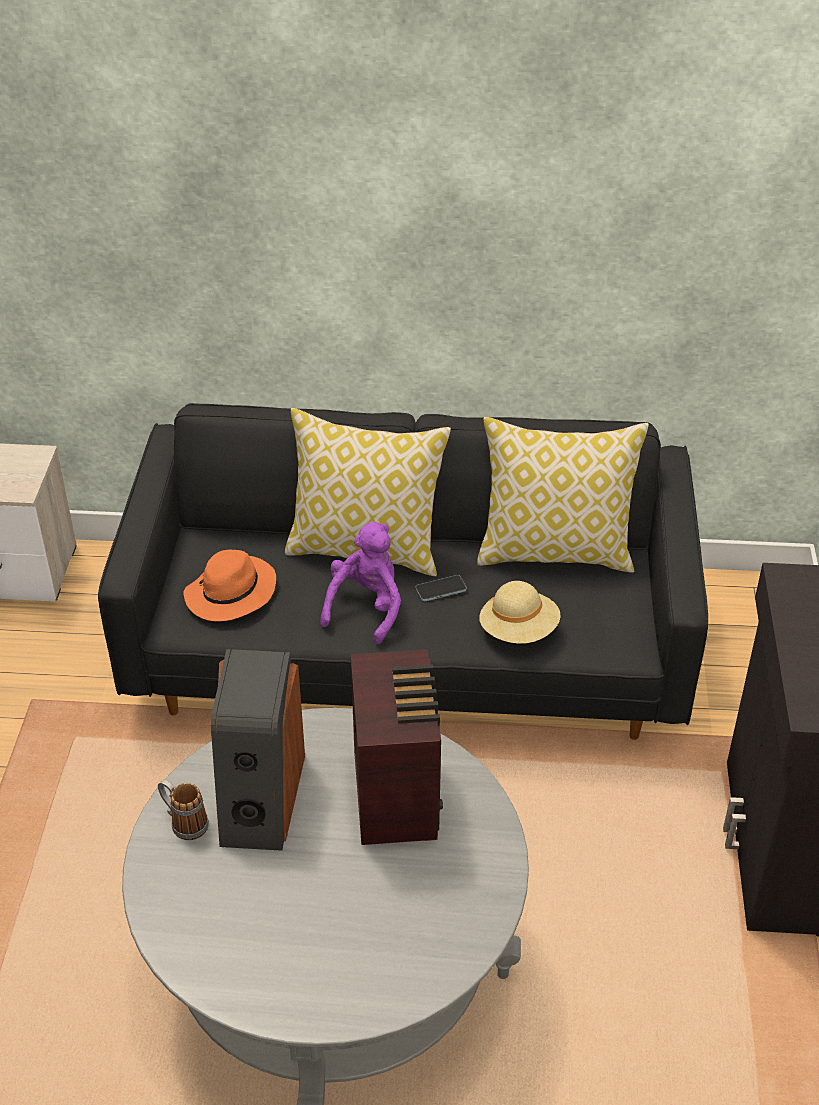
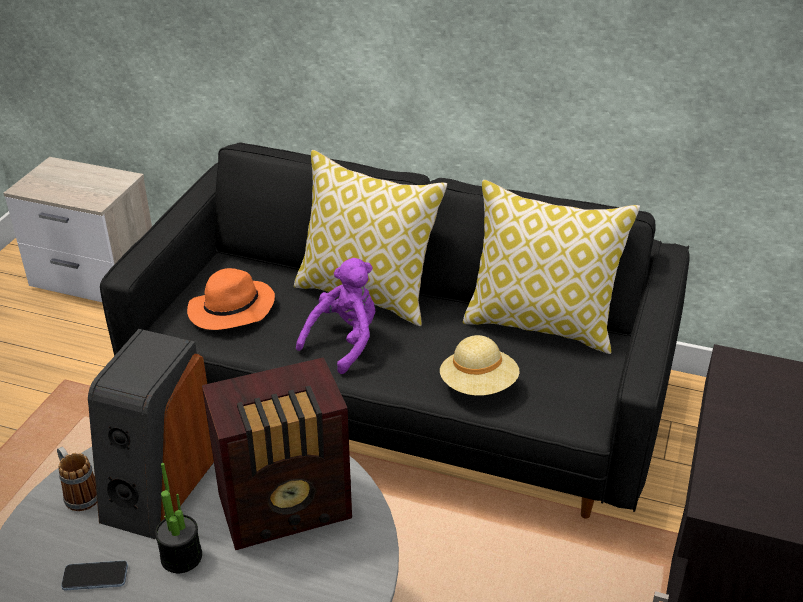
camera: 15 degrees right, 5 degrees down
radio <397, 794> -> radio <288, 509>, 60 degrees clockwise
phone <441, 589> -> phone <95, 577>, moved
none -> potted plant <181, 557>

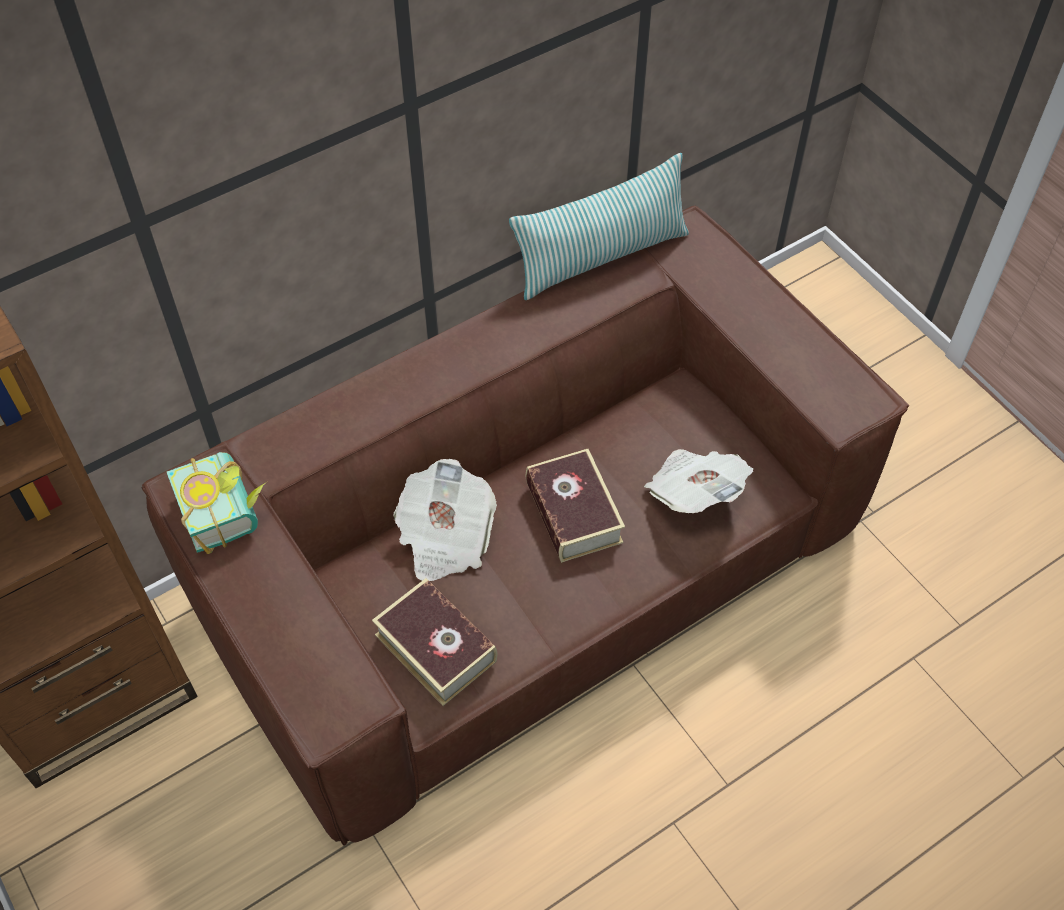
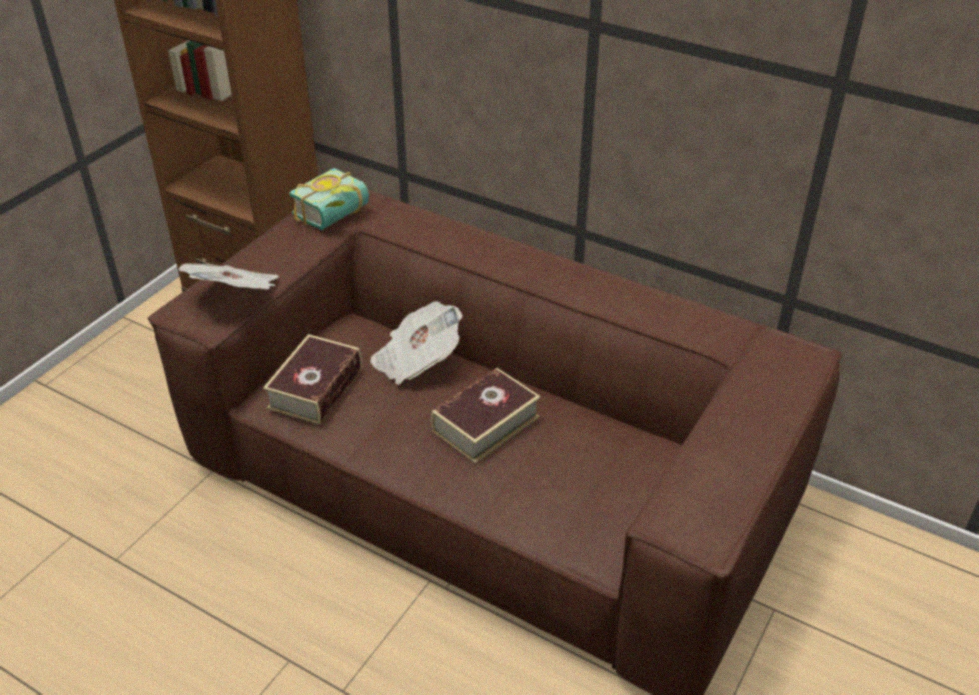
camera: 65 degrees right, 15 degrees down
pillow <601, 257> -> none
newspaper <694, 492> -> newspaper <237, 295>, moved

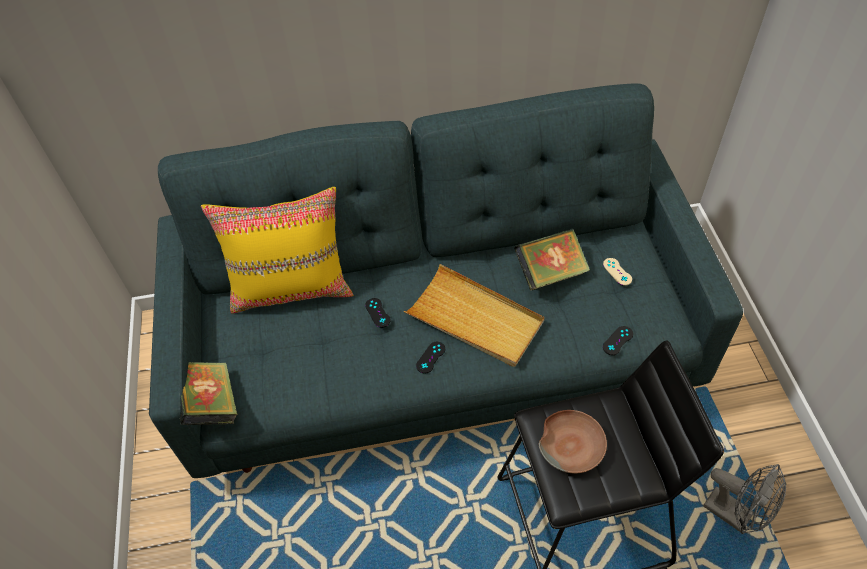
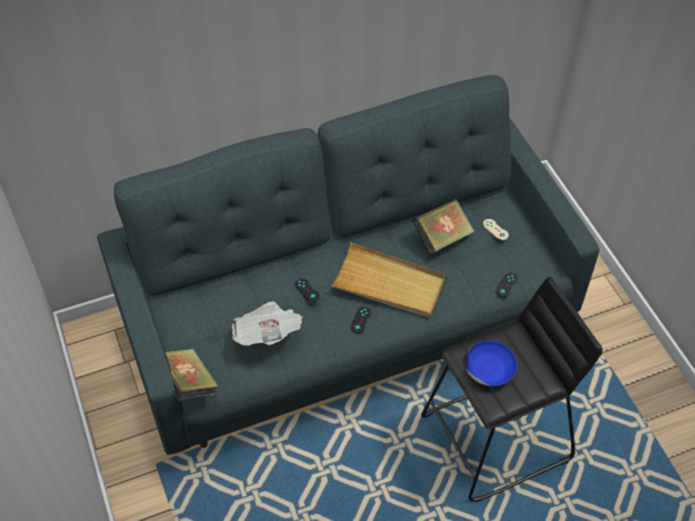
camera: 15 degrees left, 0 degrees up
yellow pillow <292, 288> -> none
brown bowl <571, 446> -> blue bowl <489, 368>
grey fan <735, 514> -> none
none -> newspaper <267, 334>

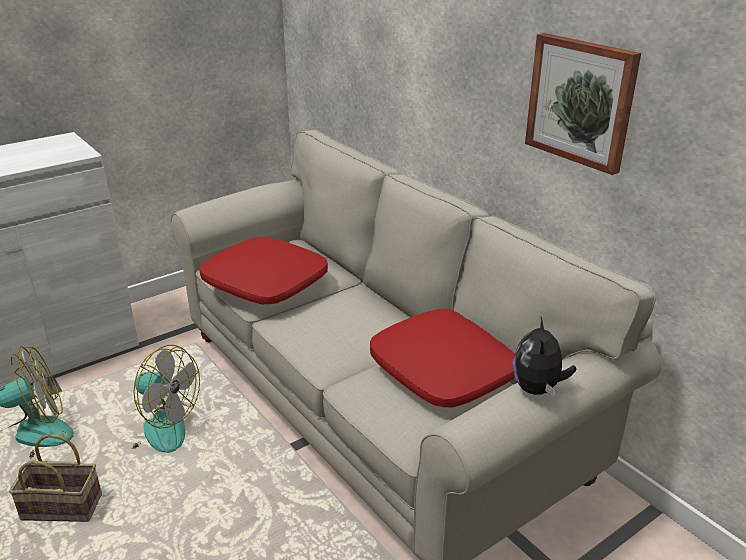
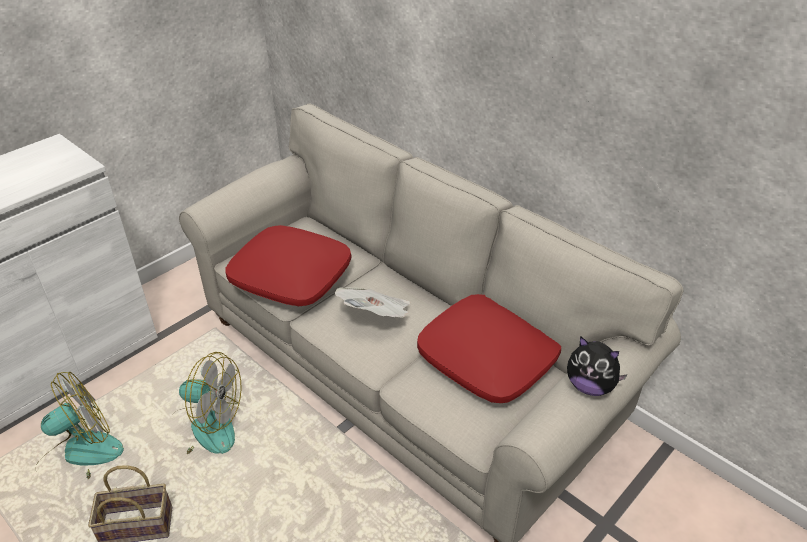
camera: 10 degrees left, 10 degrees up
plush toy <538, 389> -> plush toy <590, 386>, 60 degrees counterclockwise
picture <581, 101> -> none
none -> newspaper <376, 316>

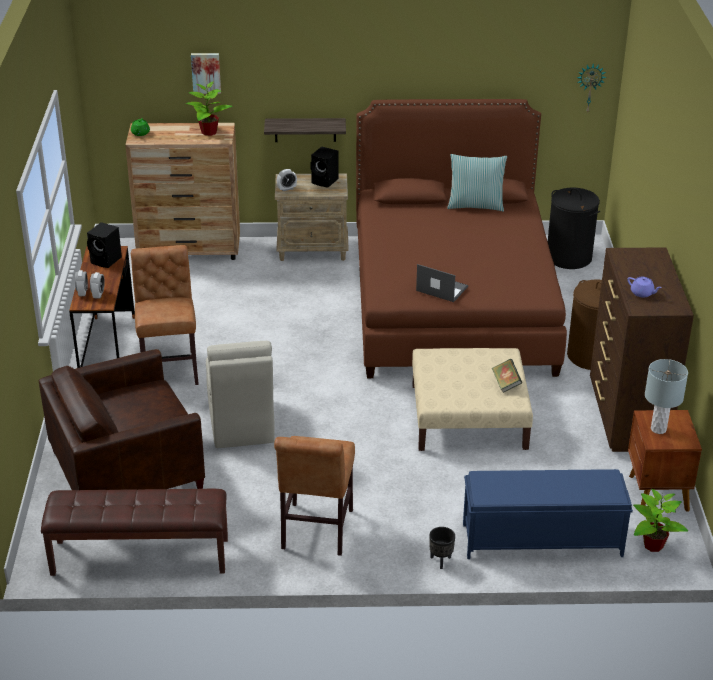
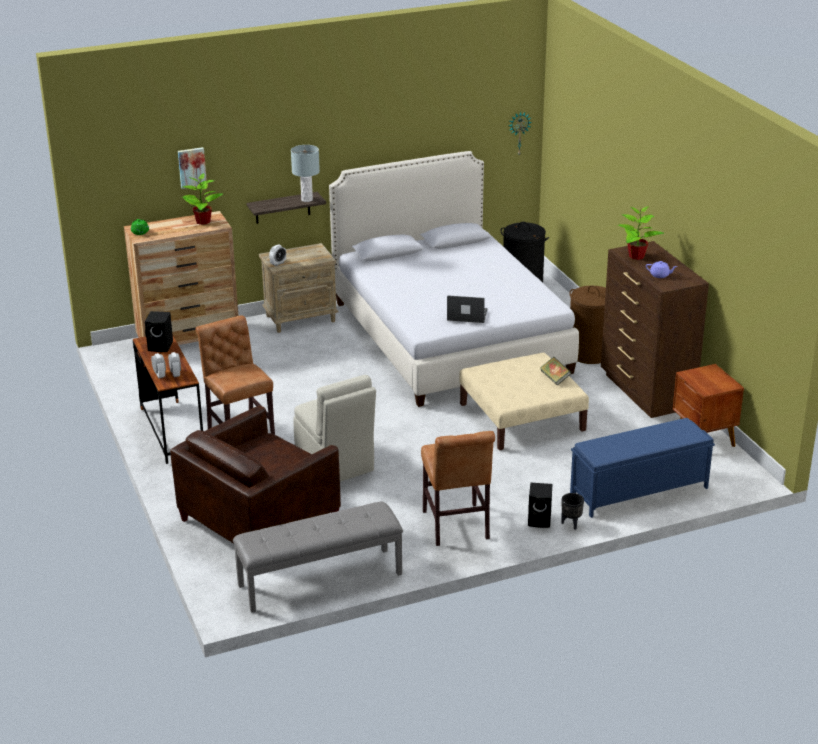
camera: 20 degrees left, 5 degrees down
brown bench <139, 557> -> grey bench <320, 580>
black speaker <325, 181> -> black speaker <540, 520>, moved
brown bed <451, 302> -> white bed <449, 336>
pillow <475, 205> -> none
potted plant <652, 545> -> potted plant <636, 256>, moved
grey table lamp <658, 429> -> grey table lamp <307, 199>, moved

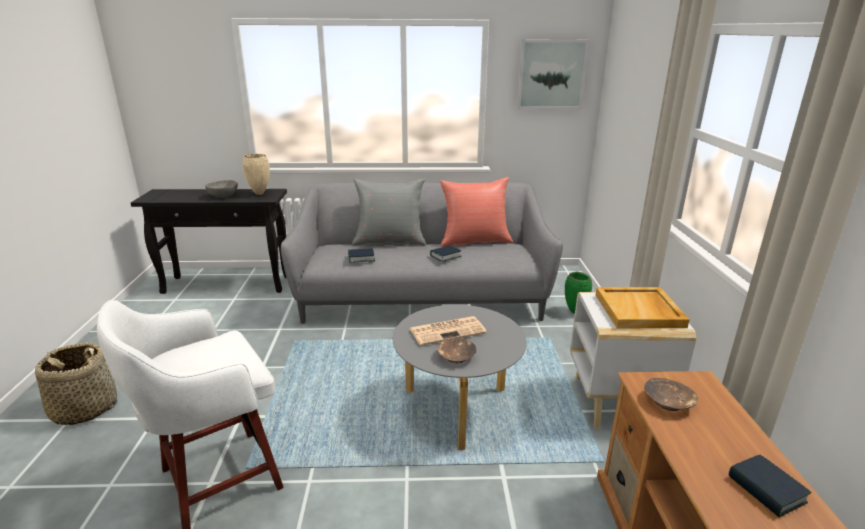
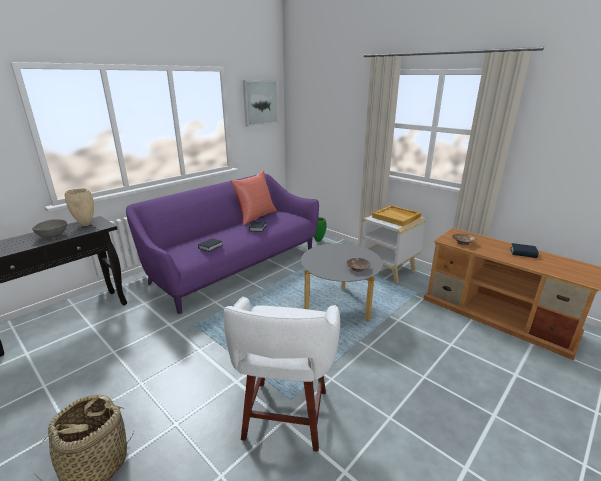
camera: 45 degrees left, 0 degrees up
grey sofa <422, 298> -> purple sofa <234, 265>
grey pillow <389, 241> -> none
newspaper <448, 330> -> none

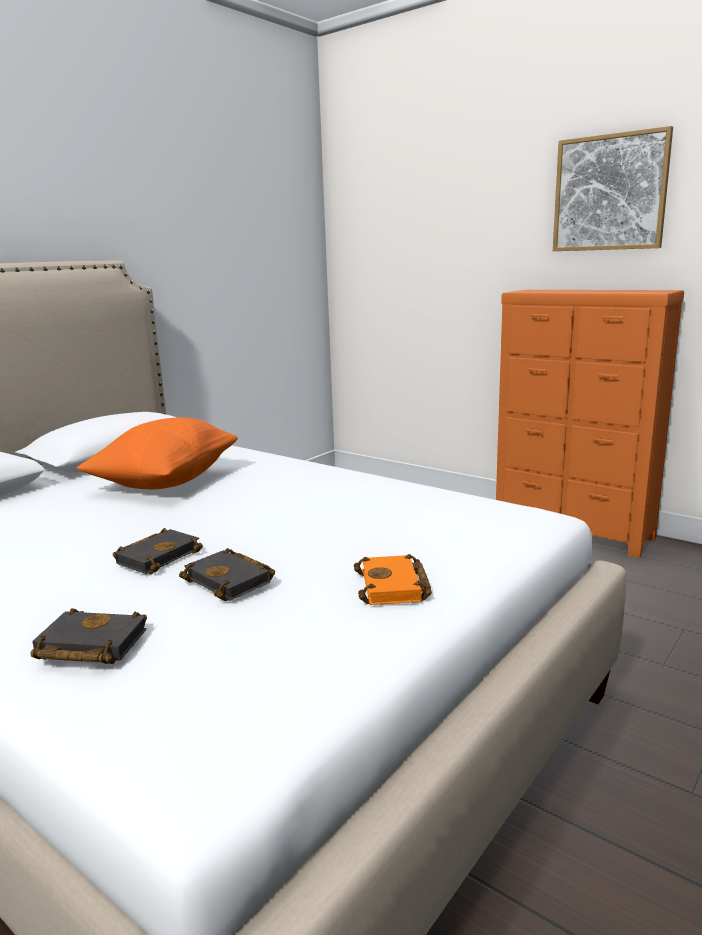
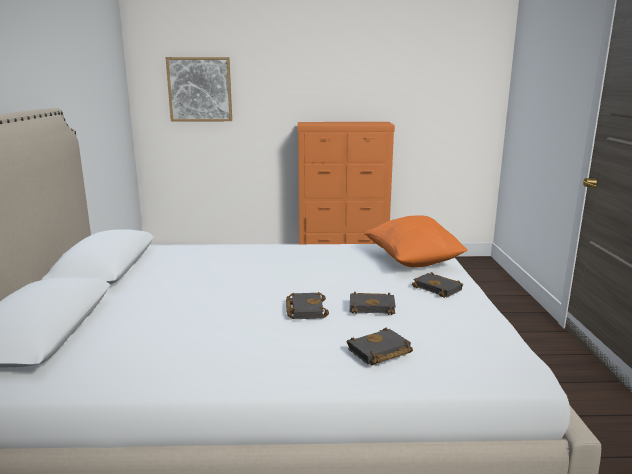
camera: 40 degrees left, 0 degrees up
orange pillow <166, 482> -> orange pillow <412, 261>, moved
orange book <394, 587> -> black book <439, 288>
picture <610, 193> -> picture <200, 89>, moved

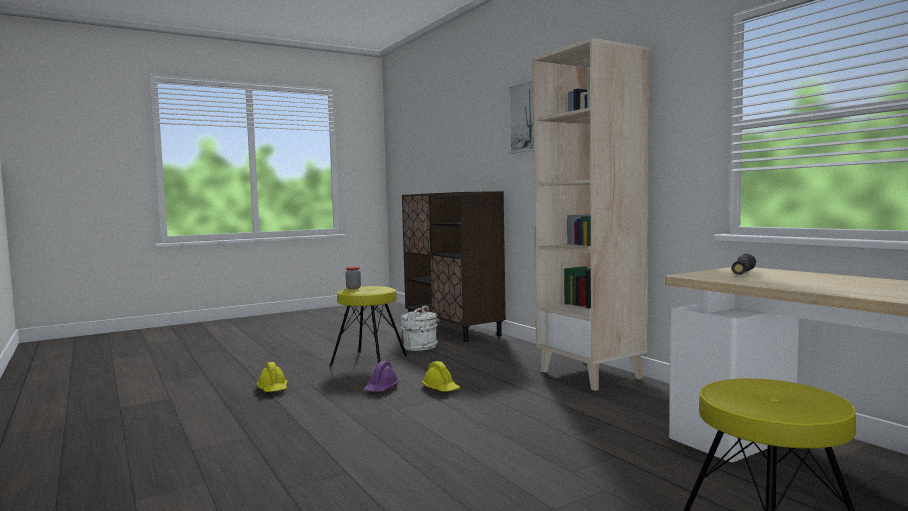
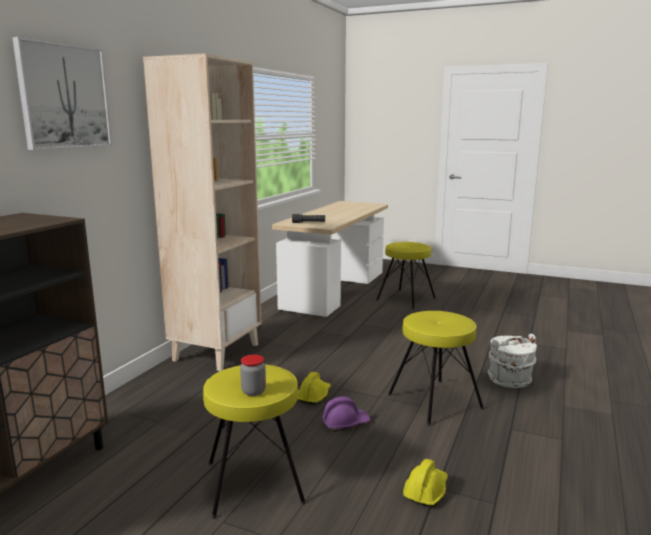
camera: 125 degrees left, 10 degrees up
white bucket <419, 347> -> white bucket <509, 380>, moved
none -> yellow stool <435, 401>

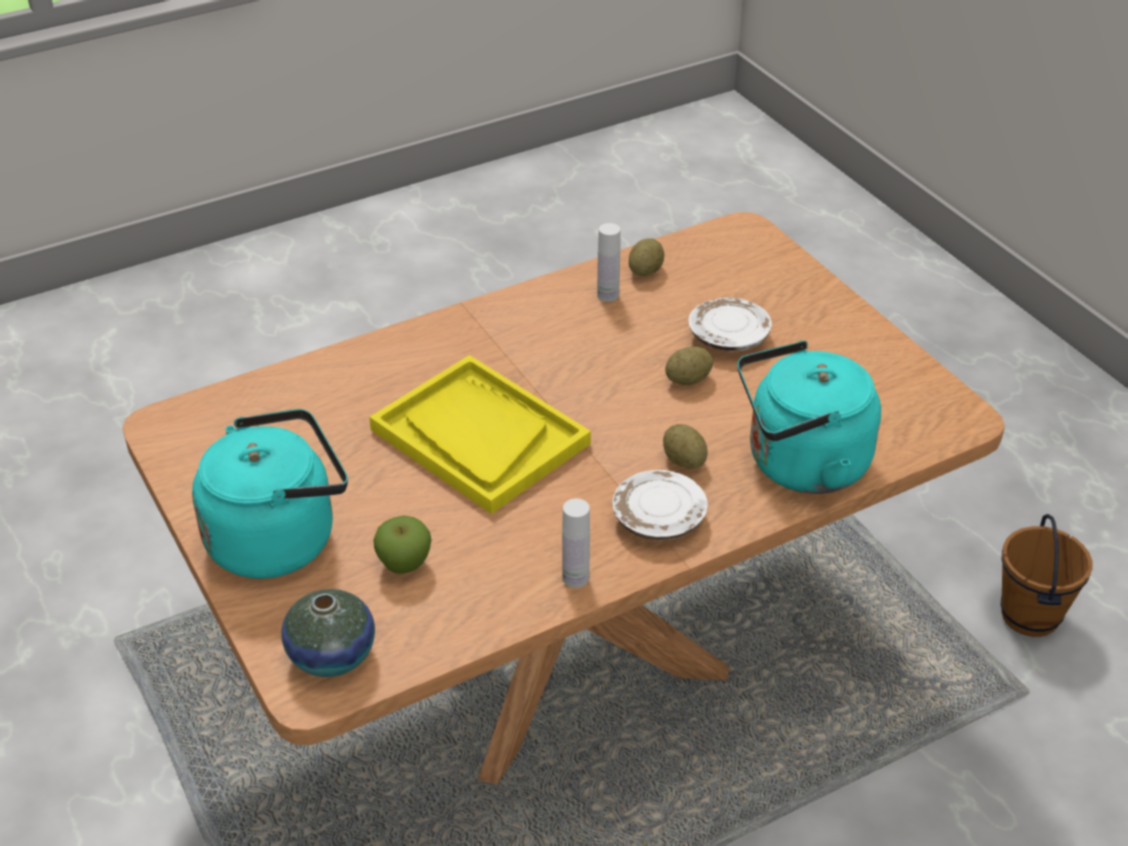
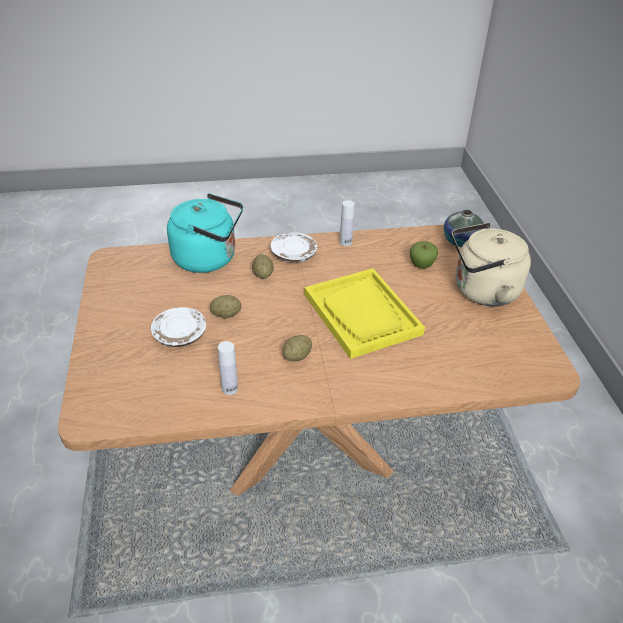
camera: 160 degrees left, 0 degrees up
turquoise kettle <279, 538> -> beige kettle <481, 291>
potato <645, 271> -> potato <297, 356>, moved
brown bucket <1031, 616> -> none

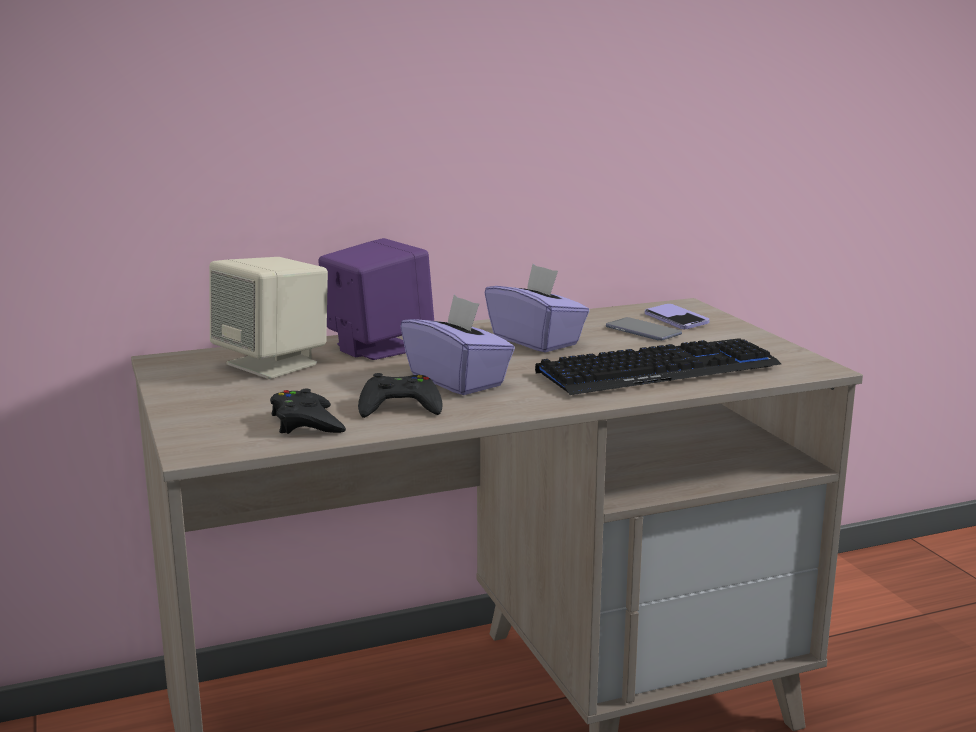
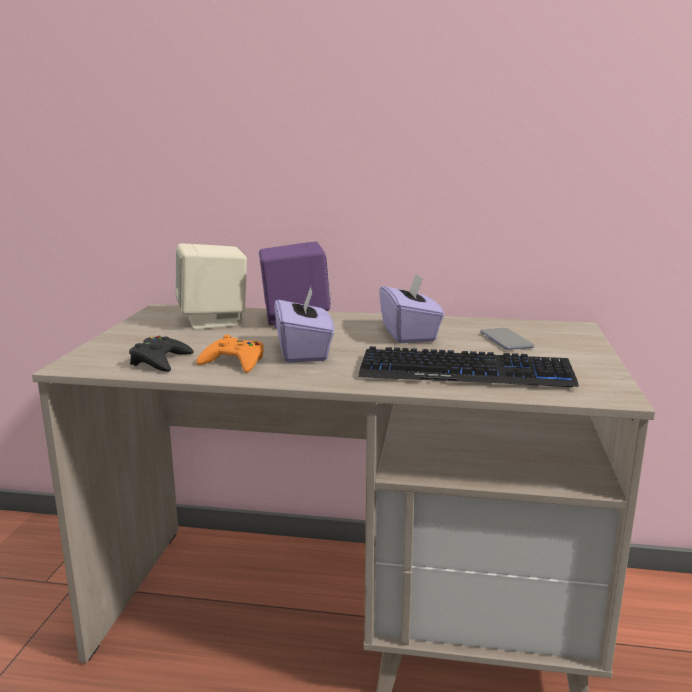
camera: 30 degrees right, 0 degrees up
black game controller <400, 406> -> orange game controller <234, 362>
phone <676, 319> -> none

